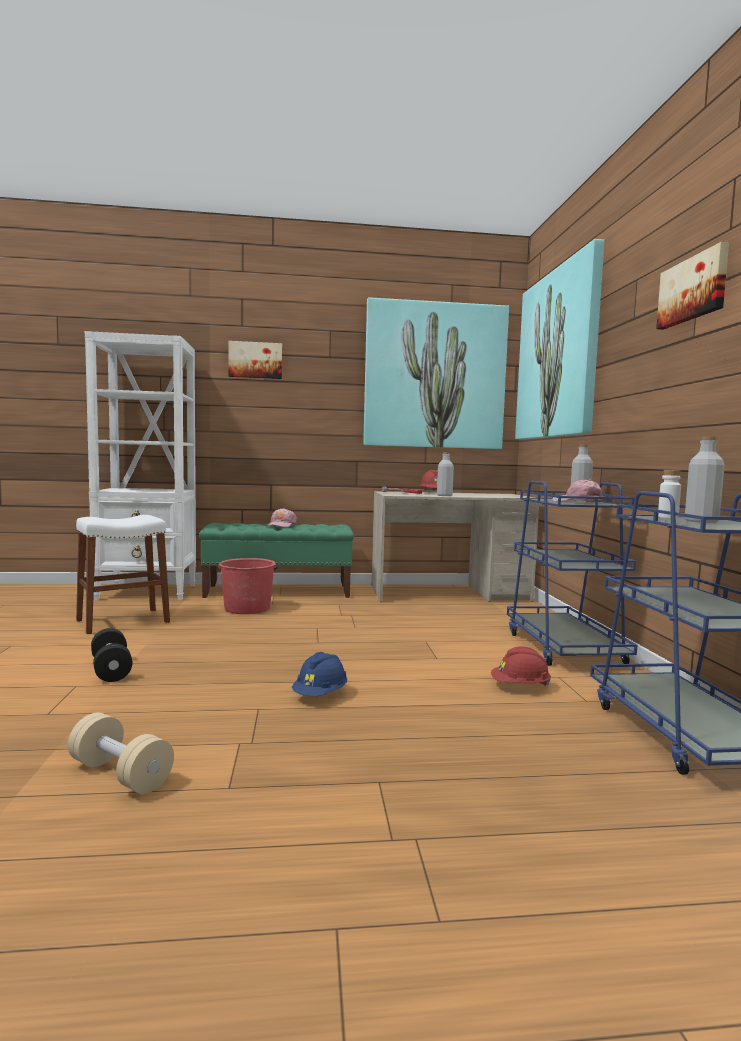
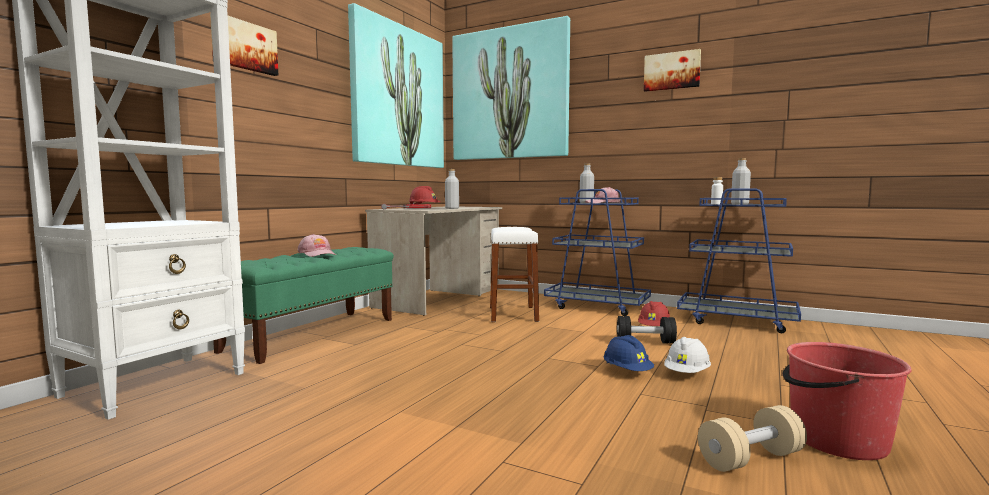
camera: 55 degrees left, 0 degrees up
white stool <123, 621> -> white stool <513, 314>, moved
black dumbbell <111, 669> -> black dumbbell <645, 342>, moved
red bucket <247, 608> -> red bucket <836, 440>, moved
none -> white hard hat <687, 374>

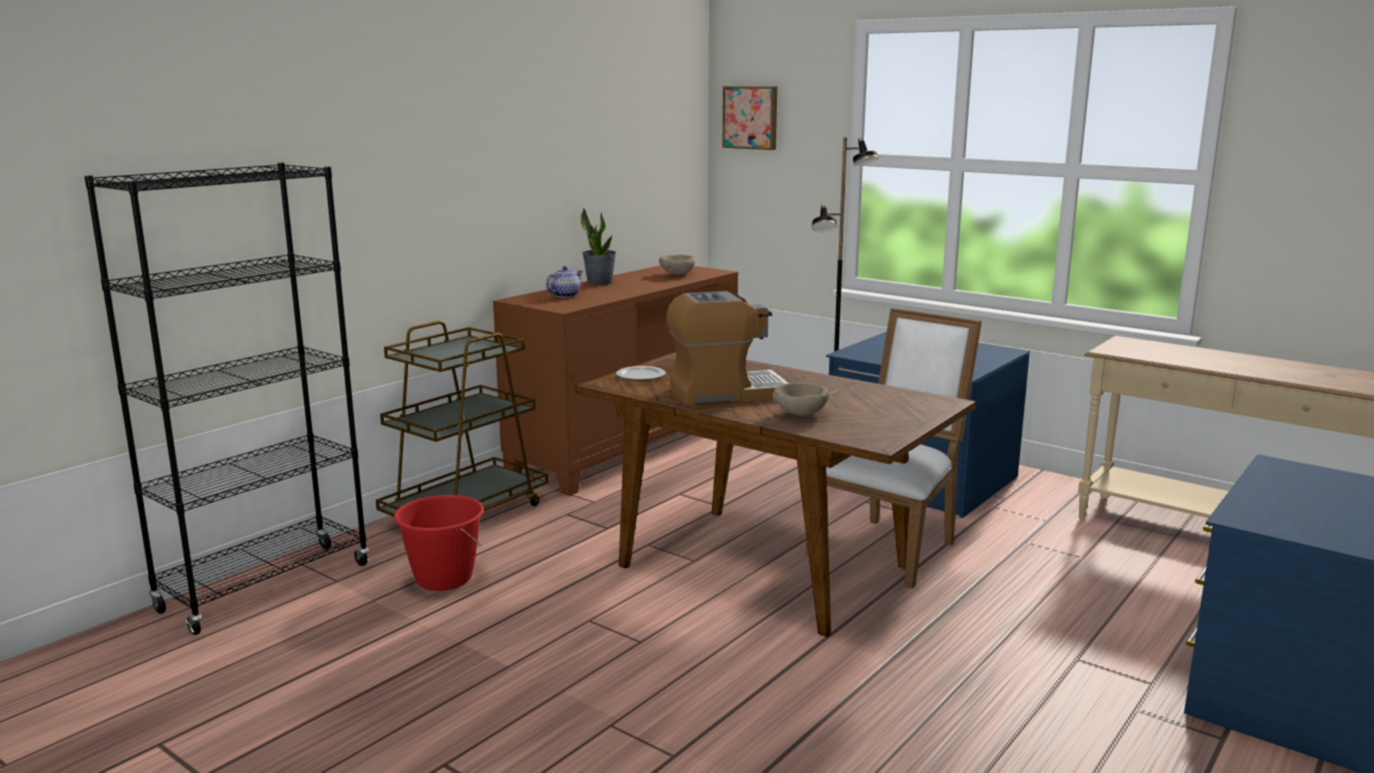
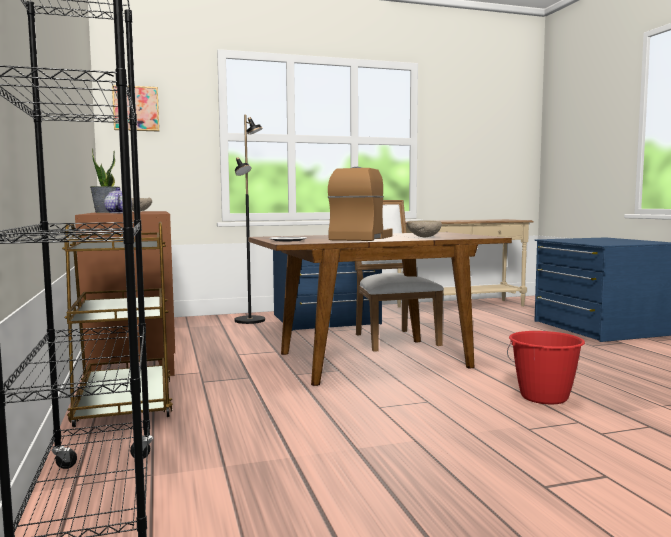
camera: 55 degrees left, 10 degrees down
red bucket <443, 579> -> red bucket <544, 397>, moved

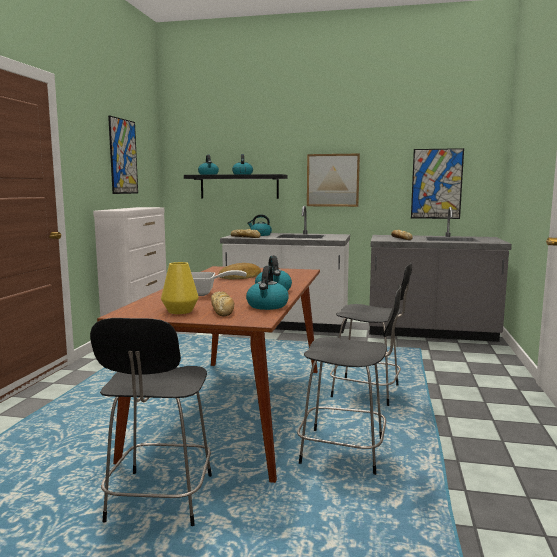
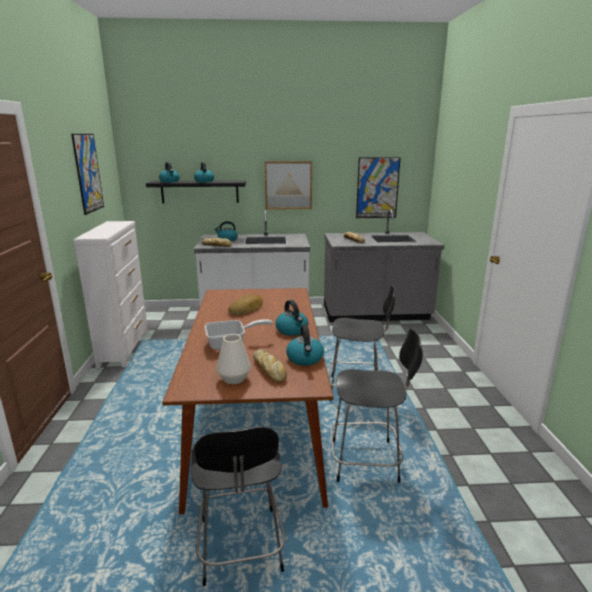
camera: 15 degrees left, 10 degrees up
yellow vase <180, 311> -> white vase <234, 378>

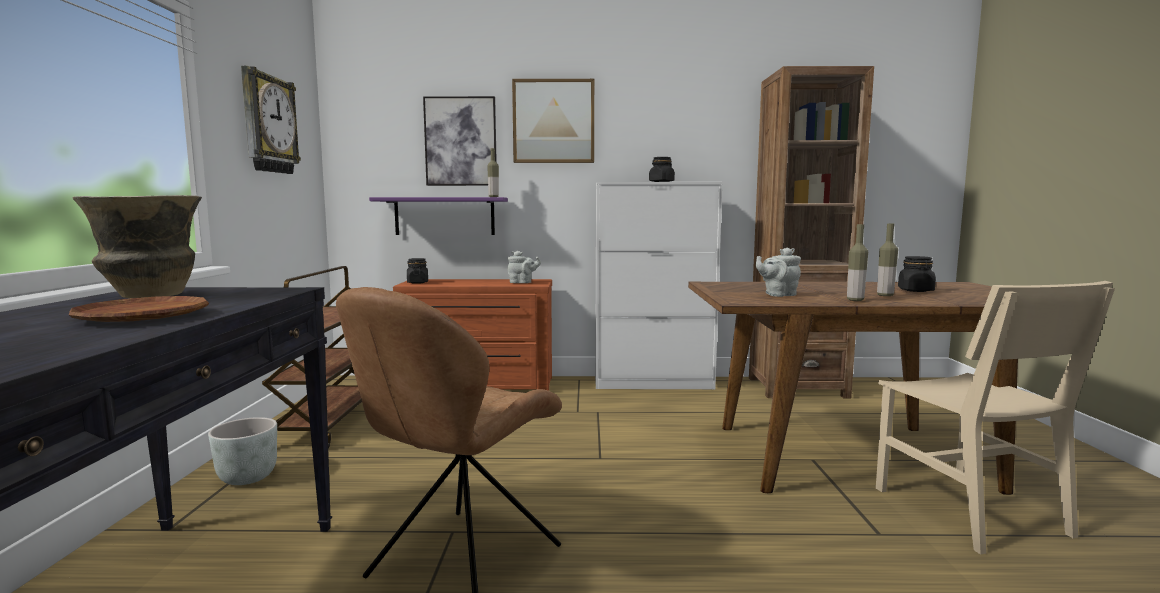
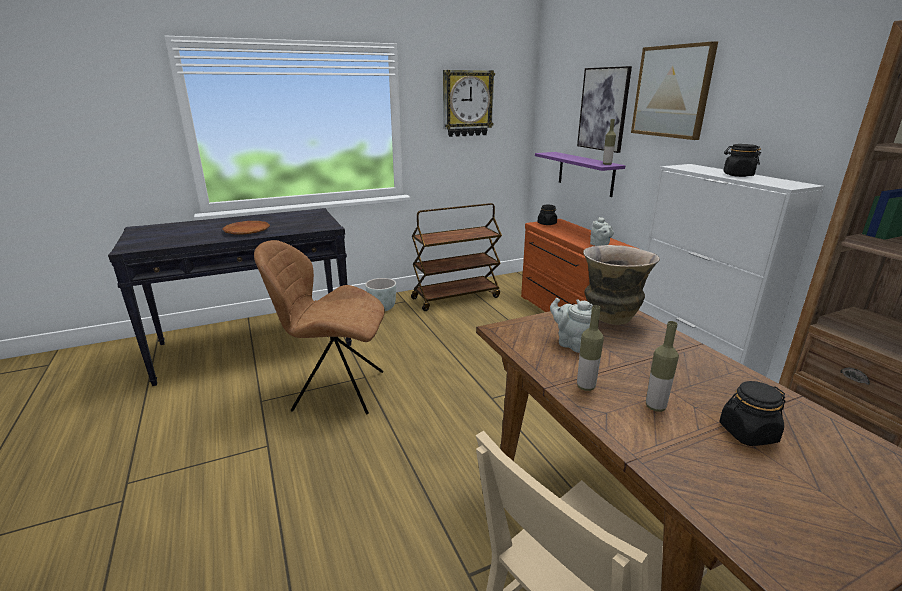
camera: 65 degrees right, 15 degrees up
vase <149, 296> -> vase <610, 317>, moved

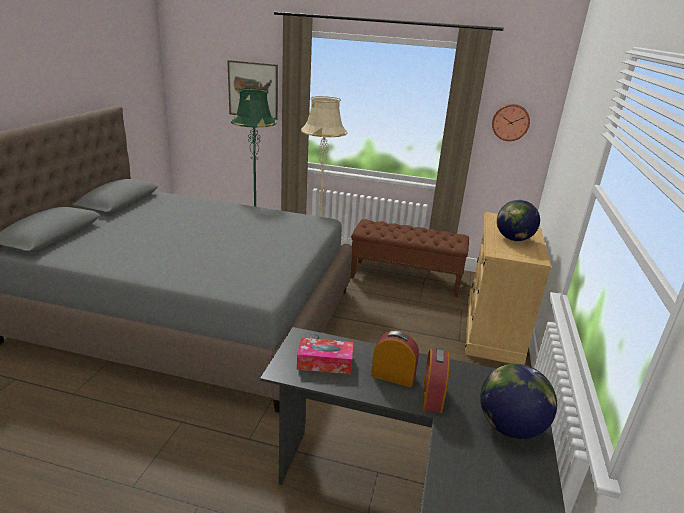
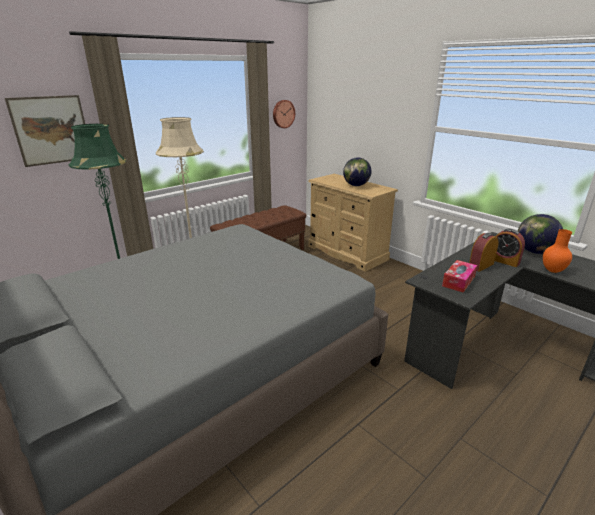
camera: 55 degrees left, 0 degrees up
none -> orange vase <552, 271>

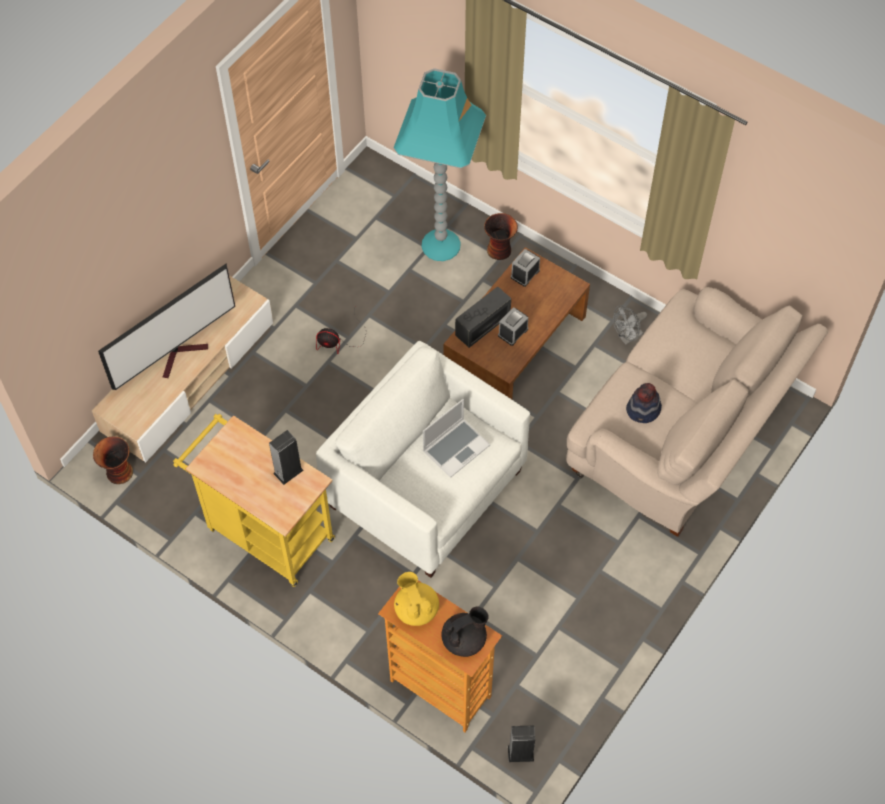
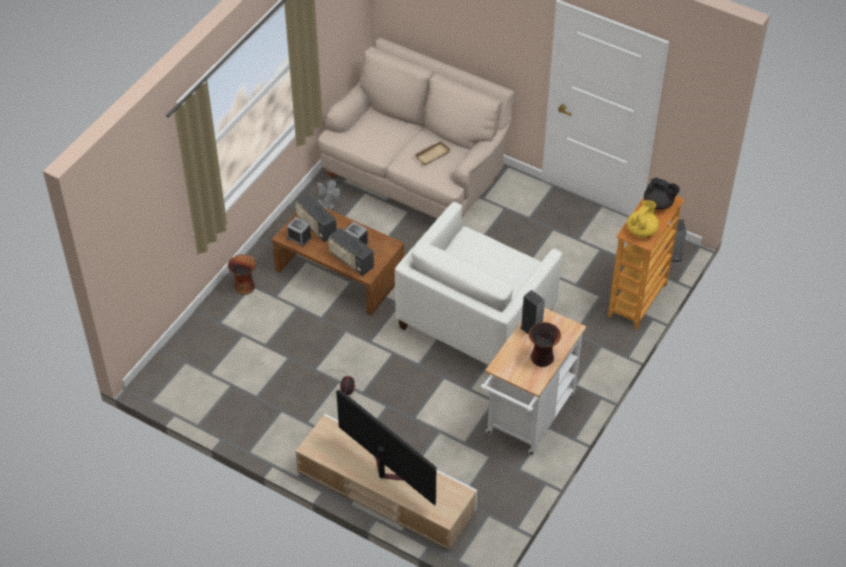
camera: 95 degrees left, 10 degrees down
vase <118, 473> -> vase <543, 358>, moved
yellow cart <264, 531> -> white cart <527, 419>
turquoise floor lamp <442, 244> -> none
yellow teapot <416, 609> -> yellow teapot <642, 230>, 150 degrees clockwise
laptop <456, 447> -> none
black teapot <464, 639> -> black teapot <658, 204>, 150 degrees clockwise
hat <643, 410> -> beige tray <432, 154>
none -> radio <316, 227>

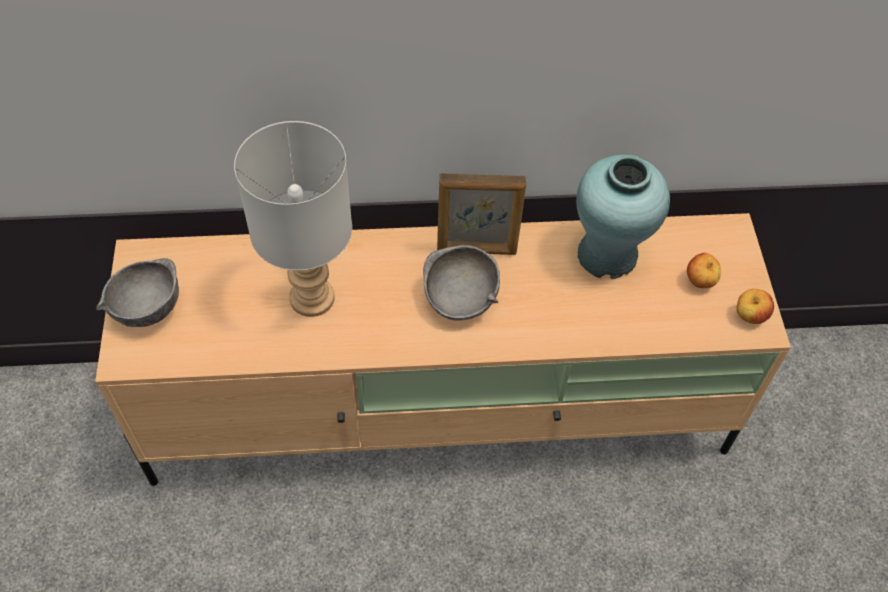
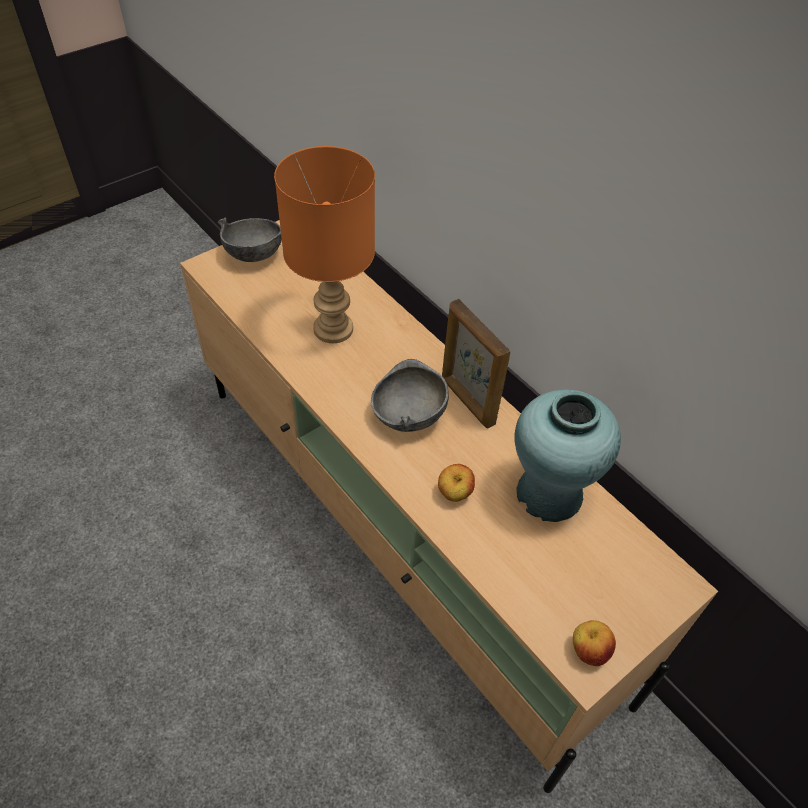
camera: 55 degrees right, 5 degrees down
grey table lamp <314, 298> -> orange table lamp <333, 330>
apple <699, 282> -> apple <454, 494>, moved

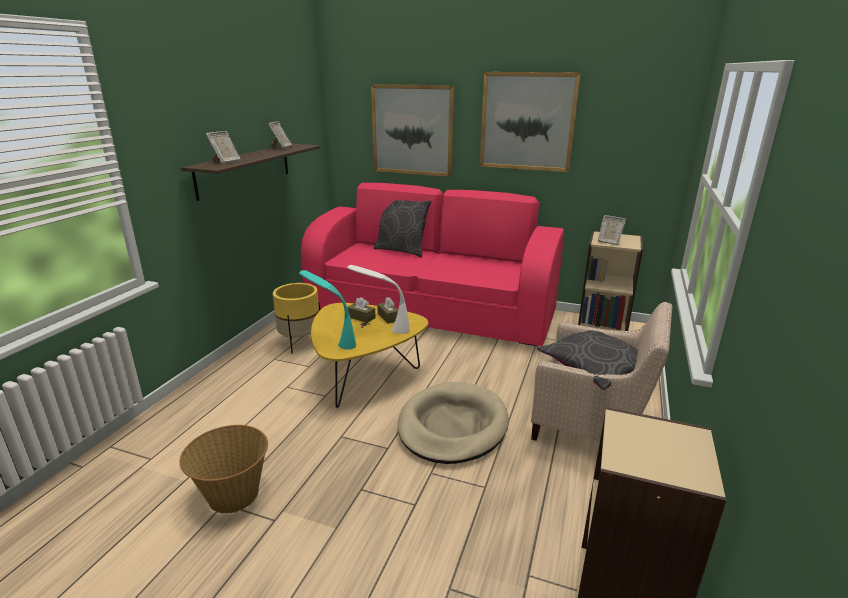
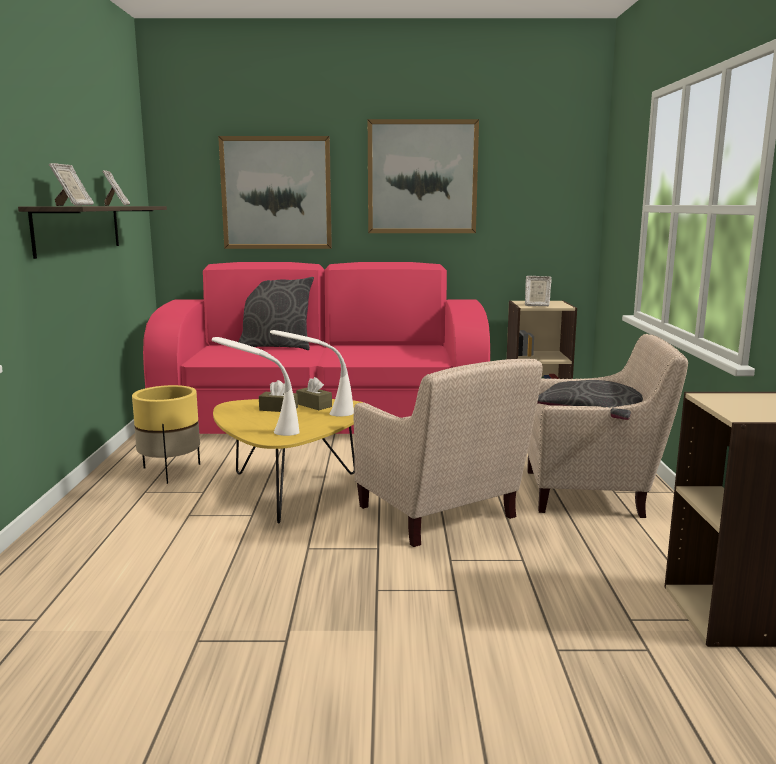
camera: 20 degrees left, 10 degrees down
basket <233, 495> -> none
turquoise table lamp <329, 339> -> white table lamp <257, 430>
beige dog bed <452, 426> -> beige armchair <440, 516>

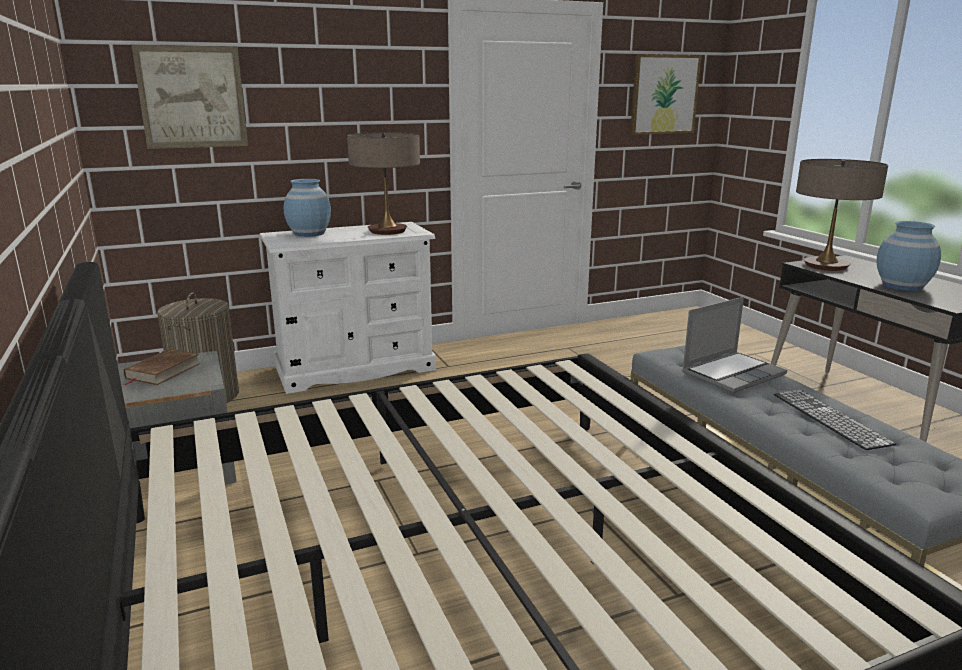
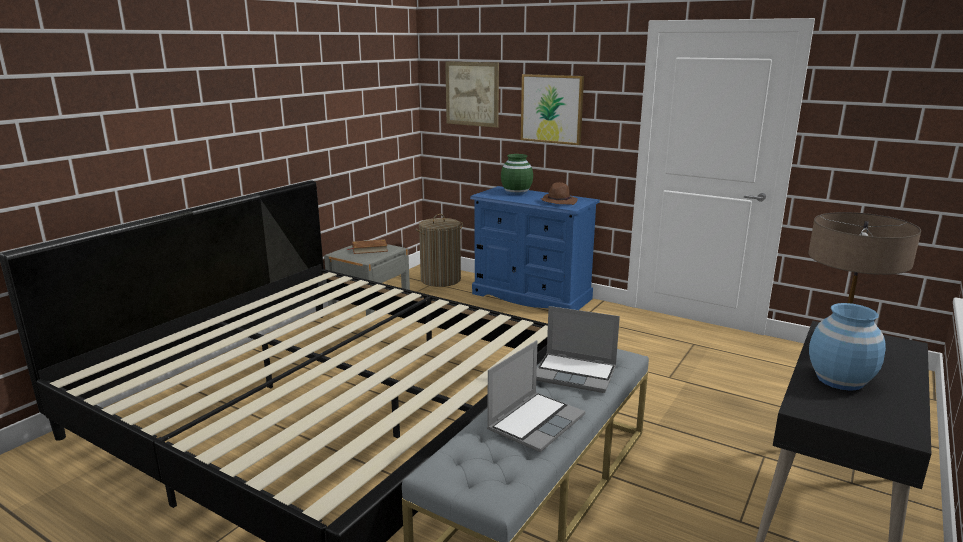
camera: 55 degrees right, 0 degrees up
white dresser <355, 368> -> blue dresser <531, 296>
blue vase <309, 233> -> green vase <516, 192>
table lamp <387, 231> -> brown hat <558, 202>
picture <664, 94> -> picture <552, 109>, moved
keyboard <830, 418> -> laptop <535, 422>

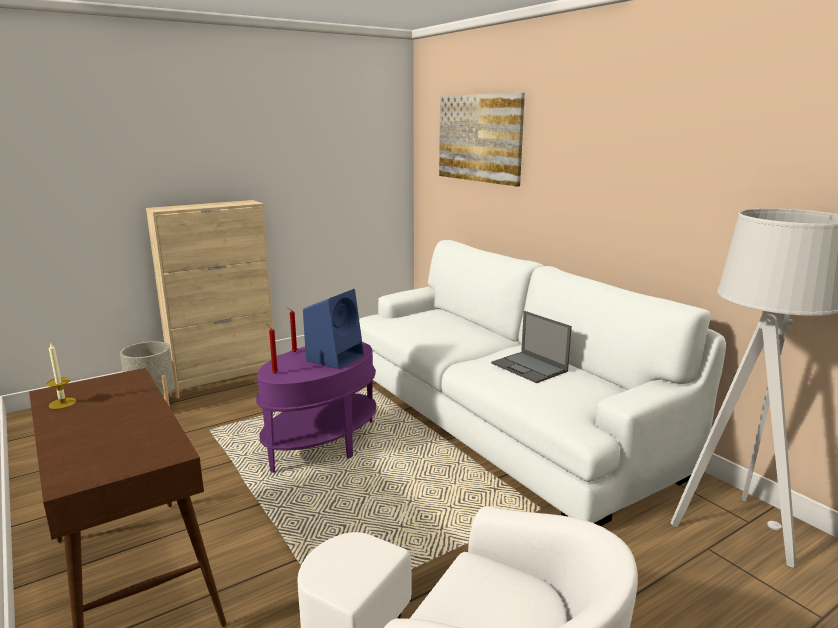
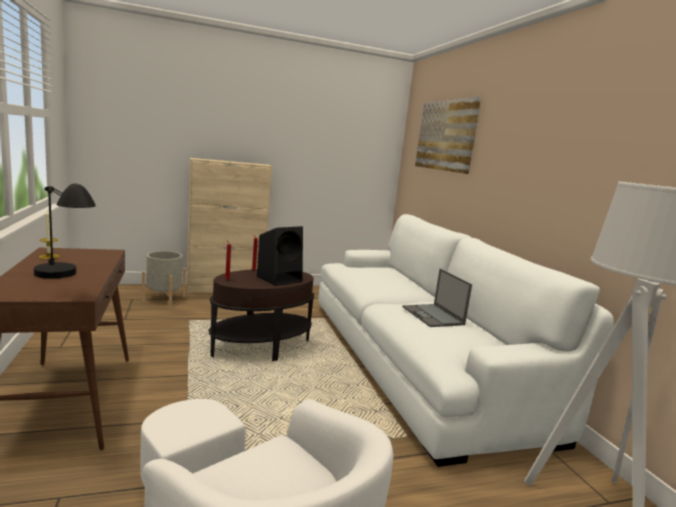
camera: 15 degrees right, 5 degrees down
purple side table <322, 444> -> brown side table <261, 347>
blue speaker <335, 357> -> black speaker <280, 279>
none -> black table lamp <64, 282>

